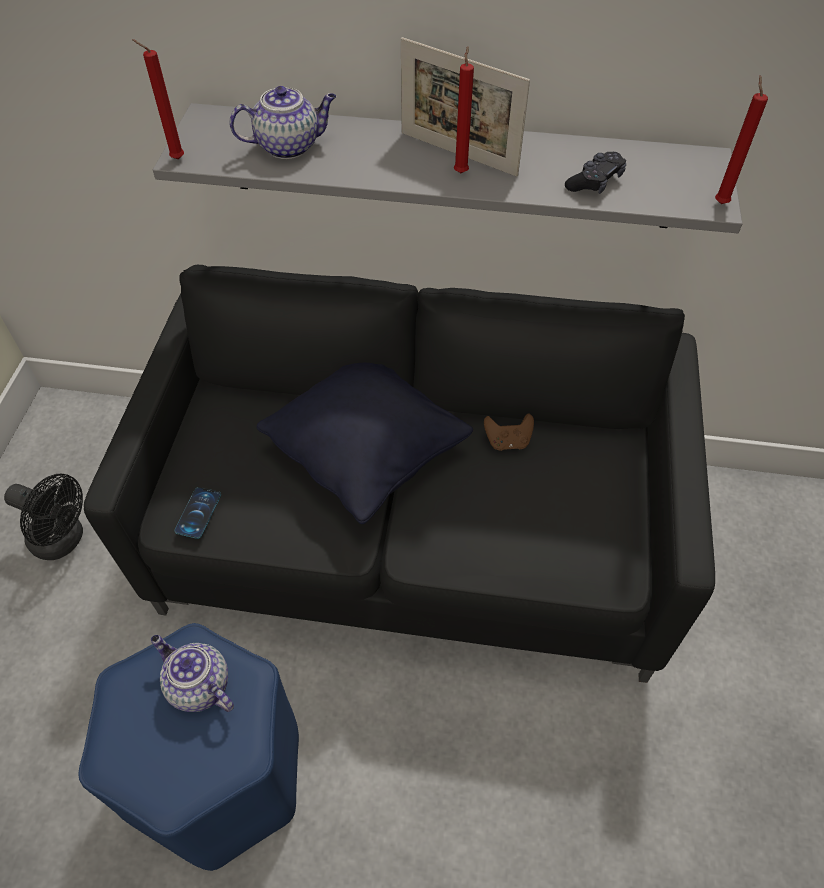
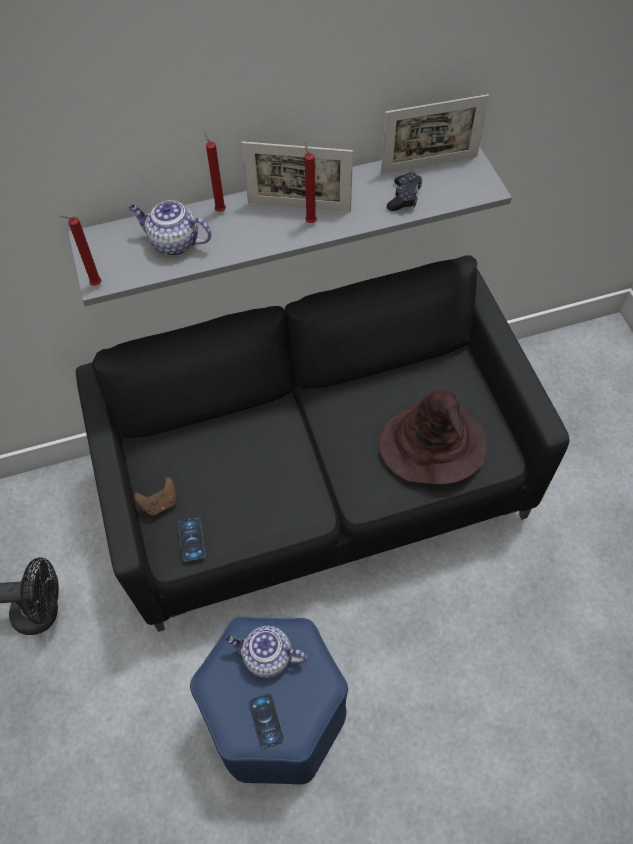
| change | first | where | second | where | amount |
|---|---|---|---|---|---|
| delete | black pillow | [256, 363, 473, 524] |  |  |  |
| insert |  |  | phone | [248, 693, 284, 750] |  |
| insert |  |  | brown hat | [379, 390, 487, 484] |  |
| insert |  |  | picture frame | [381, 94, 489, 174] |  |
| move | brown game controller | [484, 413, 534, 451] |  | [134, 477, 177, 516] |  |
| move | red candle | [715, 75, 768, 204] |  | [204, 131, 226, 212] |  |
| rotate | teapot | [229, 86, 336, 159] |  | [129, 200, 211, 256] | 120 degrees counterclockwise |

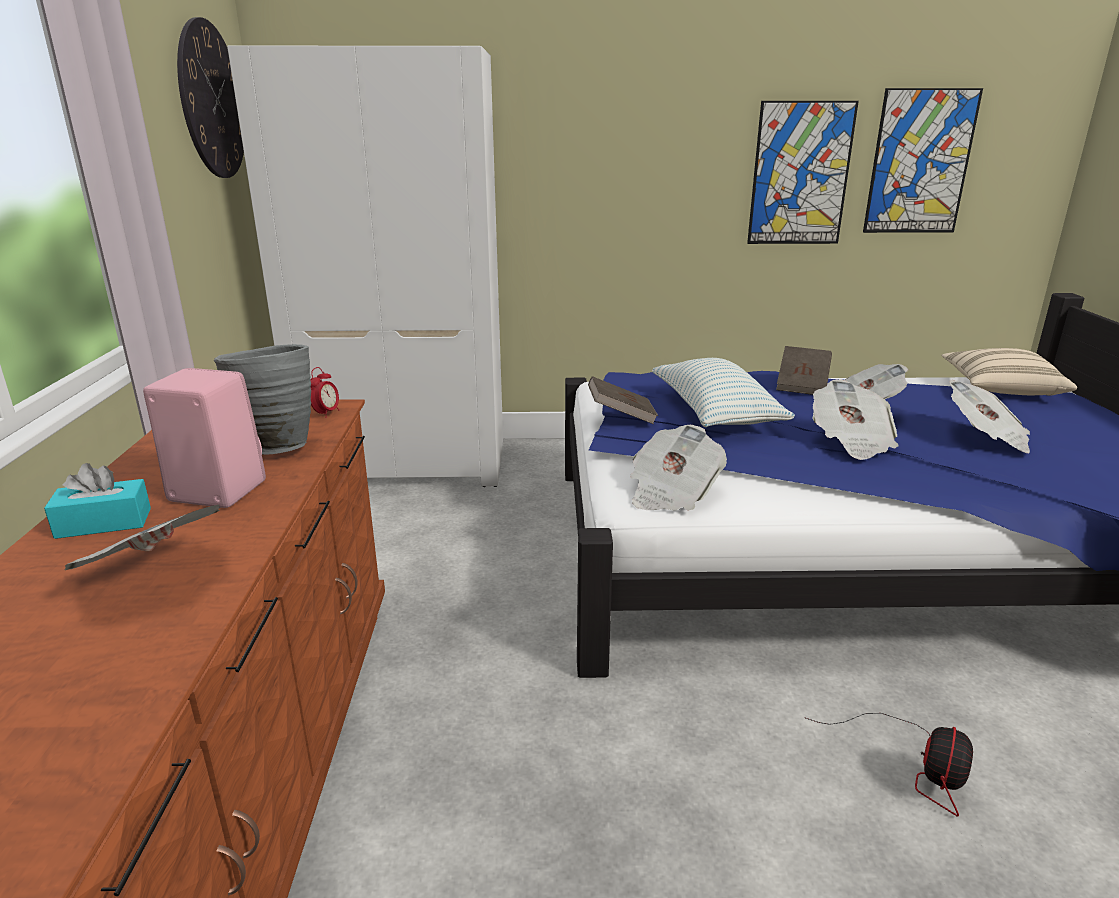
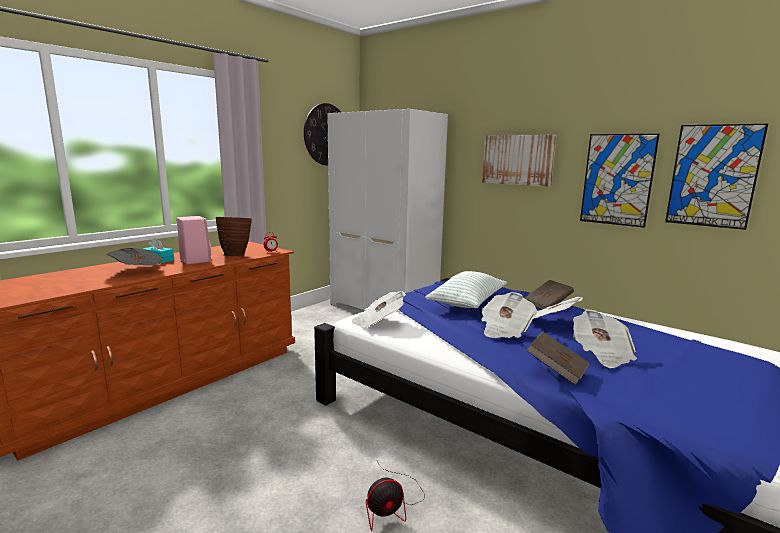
| change | first | where | second | where | amount |
|---|---|---|---|---|---|
| delete | beige pillow | [942, 348, 1077, 396] |  |  |  |
| insert |  |  | picture | [482, 135, 556, 187] |  |
| move | brown book | [588, 376, 658, 424] |  | [526, 332, 590, 385] |  |
| recolor | grey vase | [214, 344, 311, 455] | brown vase | [216, 217, 252, 256] |  |

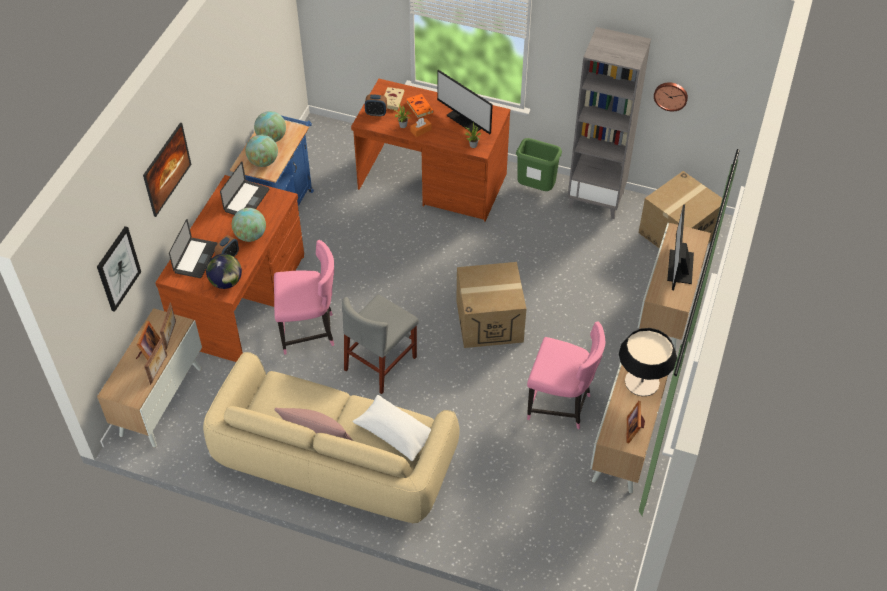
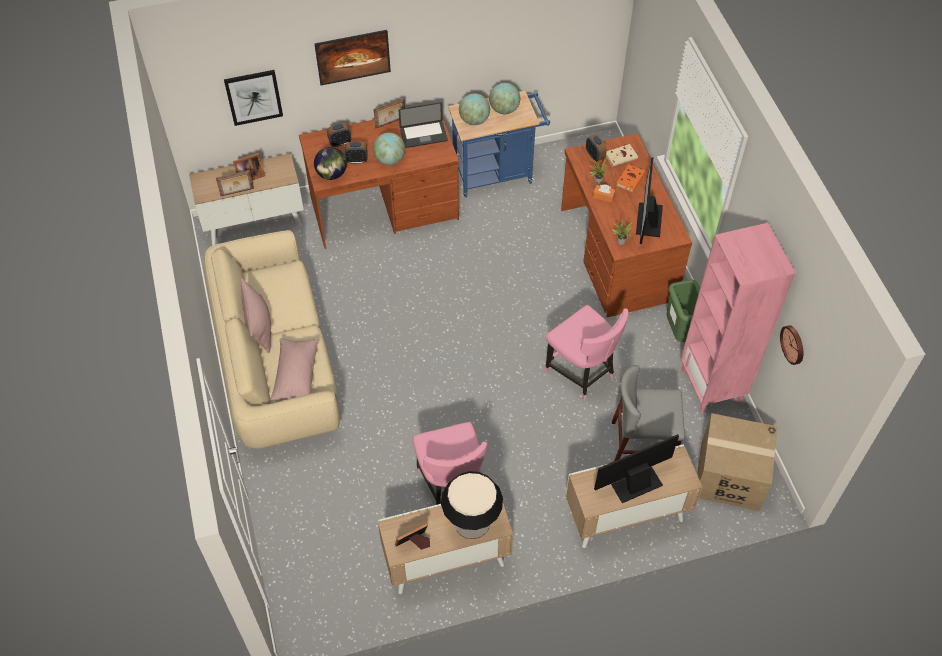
| change | first | where | second | where | amount |
|---|---|---|---|---|---|
| delete | cardboard box | [456, 262, 526, 348] |  |  |  |
| move | picture frame | [160, 303, 176, 350] |  | [373, 98, 405, 129] |  |
| move | pink chair | [274, 240, 334, 355] |  | [545, 305, 629, 401] |  |
| move | grey chair | [342, 295, 419, 394] |  | [612, 365, 685, 461] |  |
| replace | laptop | [169, 219, 218, 278] | alarm clock | [327, 123, 351, 147] |  |
| recolor | white pillow | [352, 395, 431, 461] | pink pillow | [270, 338, 318, 401] |  |
| recolor | grey bookcase | [567, 27, 651, 219] | pink bookcase | [681, 223, 796, 413] |  |

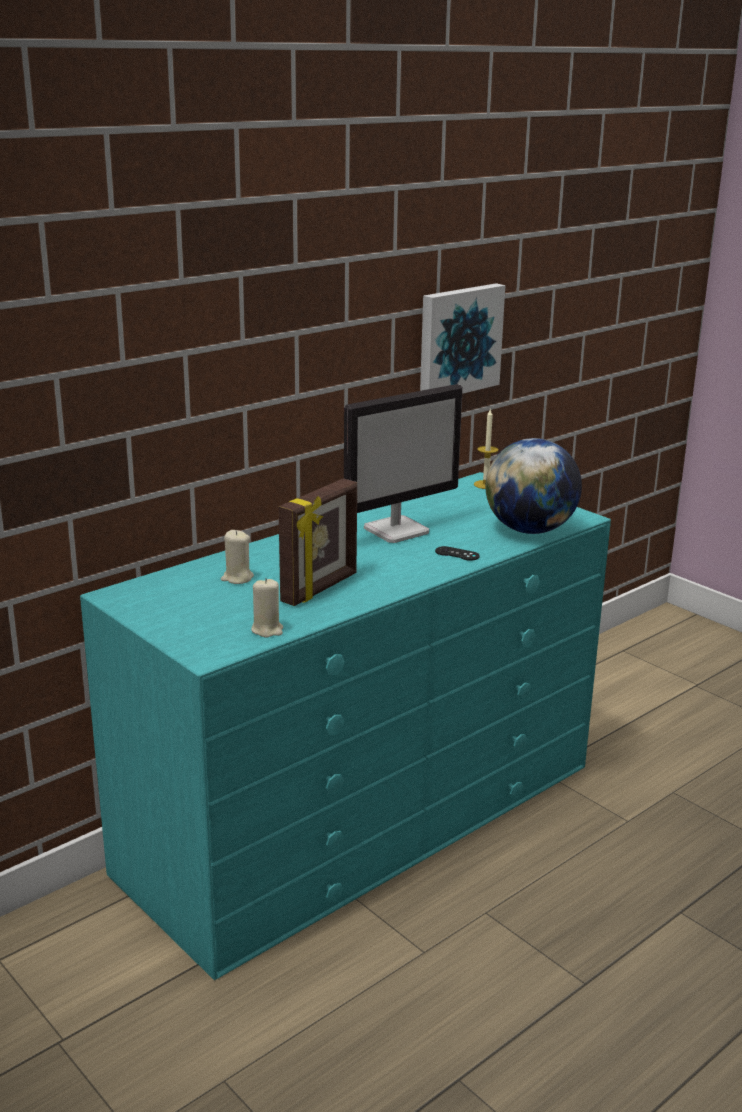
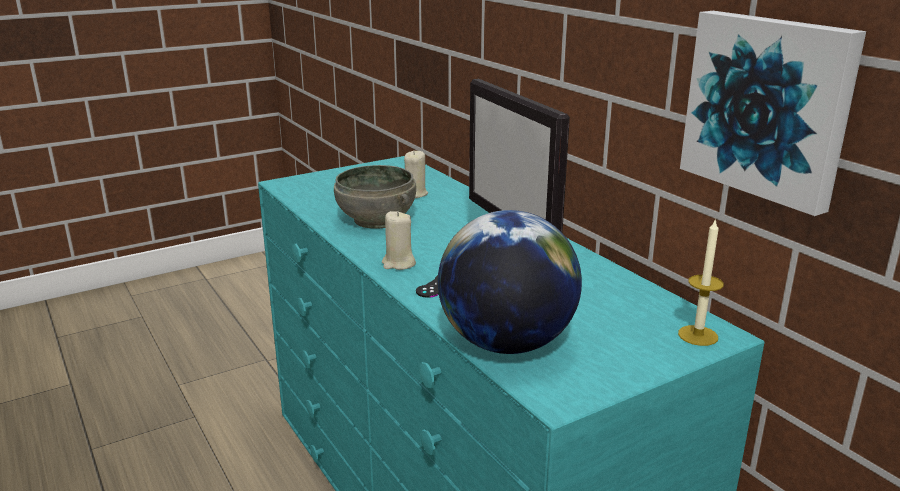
| change | first | where | second | where | amount |
|---|---|---|---|---|---|
| move | beige candle | [251, 578, 283, 638] |  | [382, 211, 416, 270] |  |
| replace | picture frame | [278, 478, 357, 606] | grey bowl | [334, 165, 416, 229] |  |

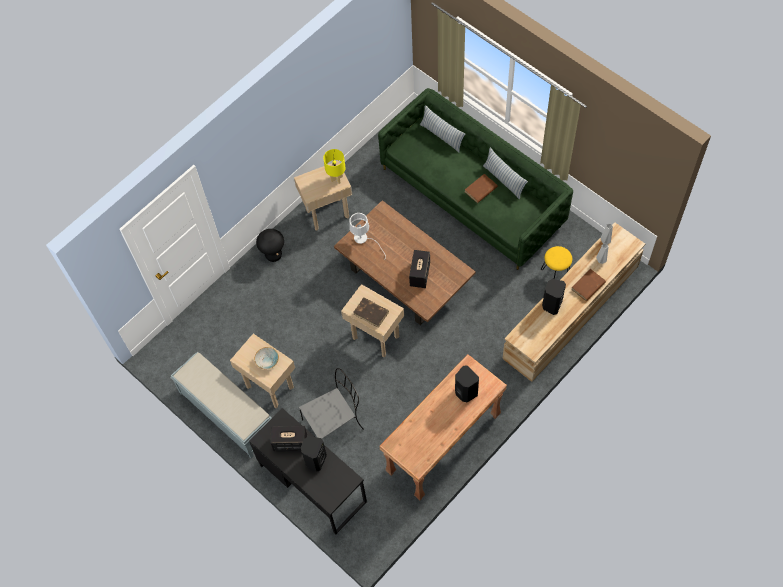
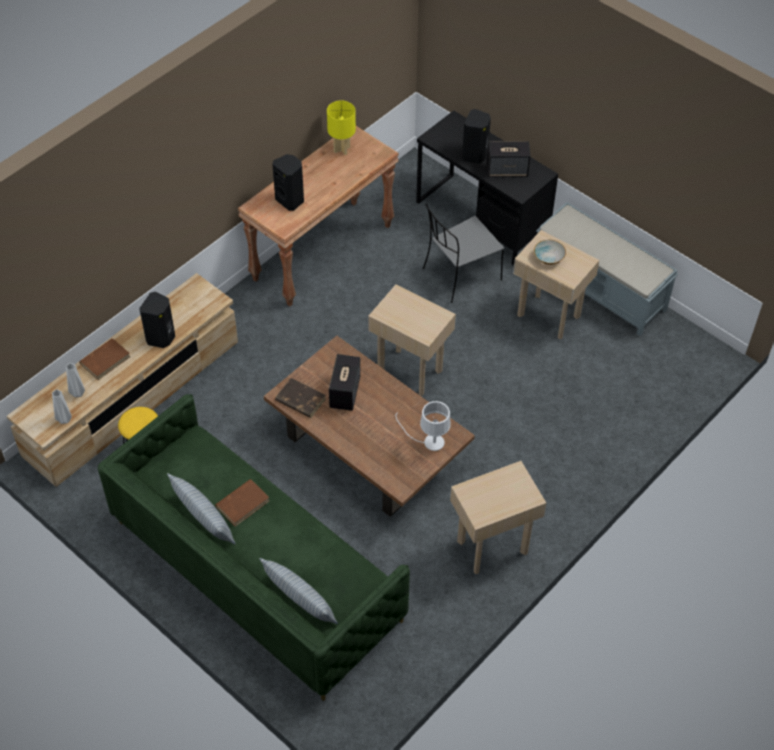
| change | first | where | second | where | amount |
|---|---|---|---|---|---|
| delete | black stool | [256, 229, 284, 262] |  |  |  |
| move | yellow table lamp | [323, 149, 346, 184] |  | [327, 101, 356, 155] |  |
| move | brown book | [353, 297, 389, 328] |  | [275, 378, 326, 418] |  |

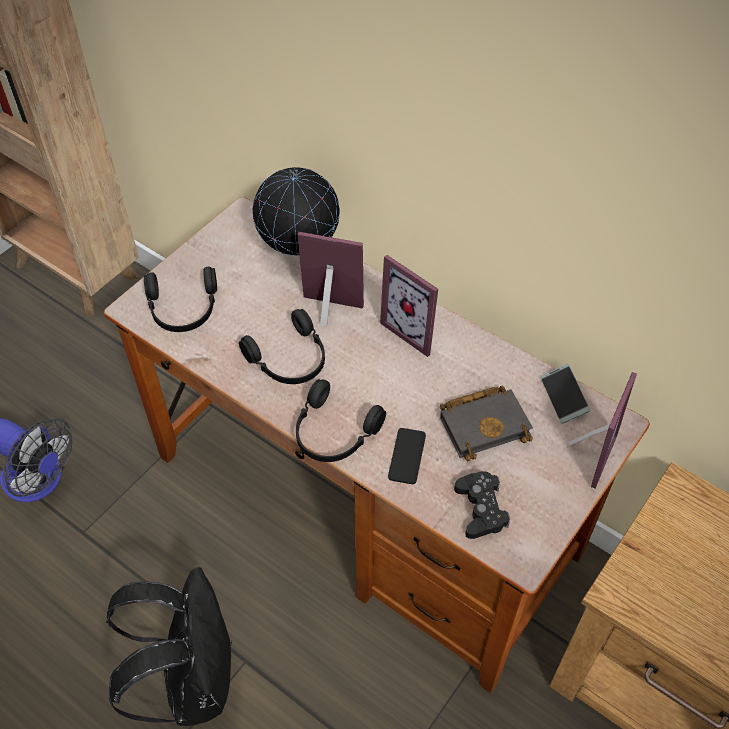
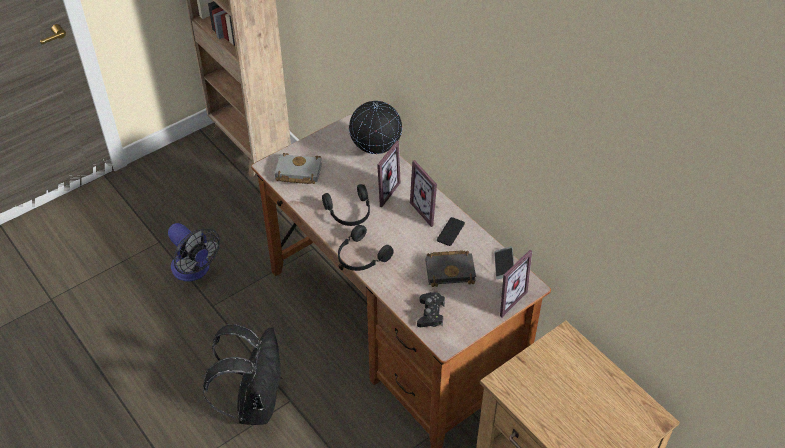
| change | first | where | second | where | amount |
|---|---|---|---|---|---|
| move | phone | [388, 428, 426, 484] |  | [437, 217, 465, 246] |  |
| replace | black headphones | [144, 267, 217, 332] | grey book | [275, 153, 322, 184] |  |
| rotate | picture frame | [298, 232, 364, 327] |  | [372, 141, 400, 207] | 90 degrees clockwise |

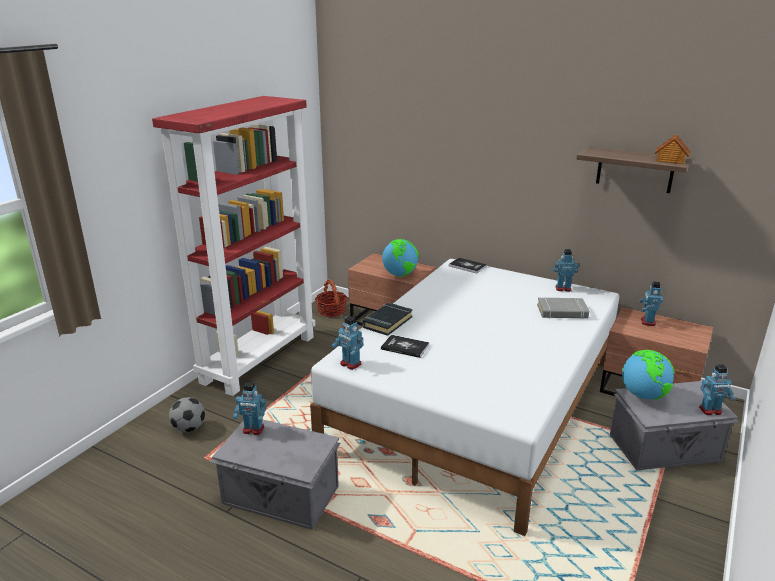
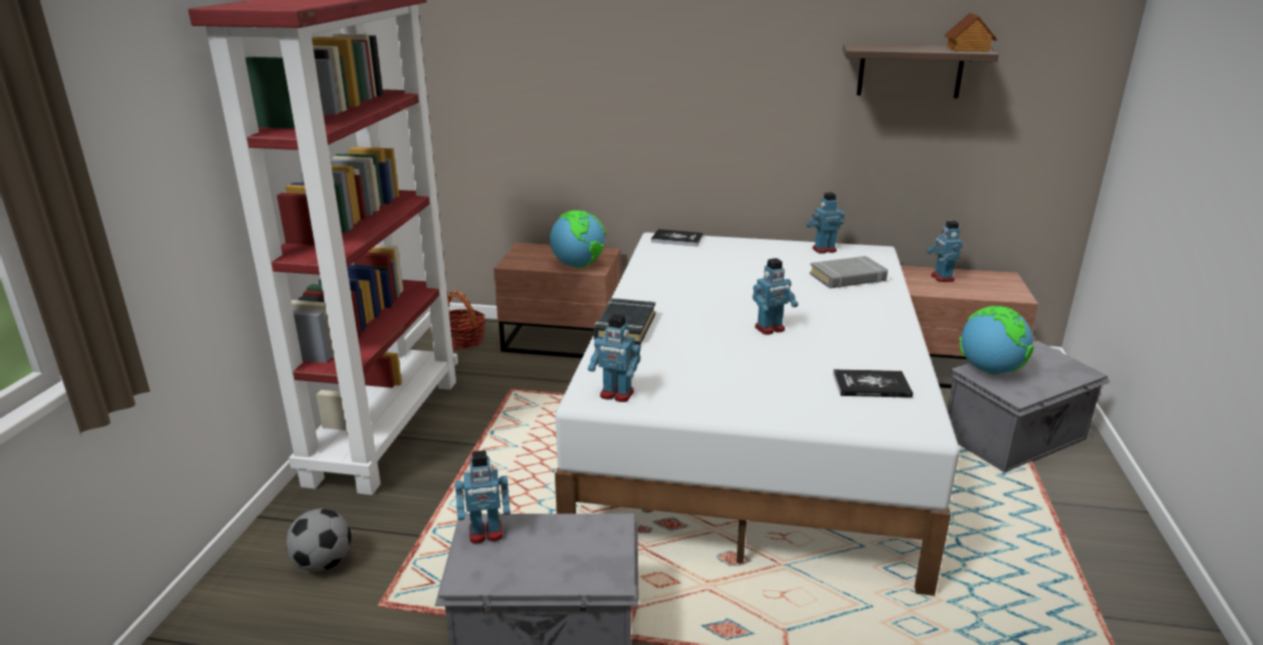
| change | first | where | second | where | amount |
|---|---|---|---|---|---|
| move | book | [381, 335, 429, 358] |  | [833, 369, 913, 398] |  |
| move | toy robot | [699, 365, 735, 415] |  | [753, 258, 798, 335] |  |

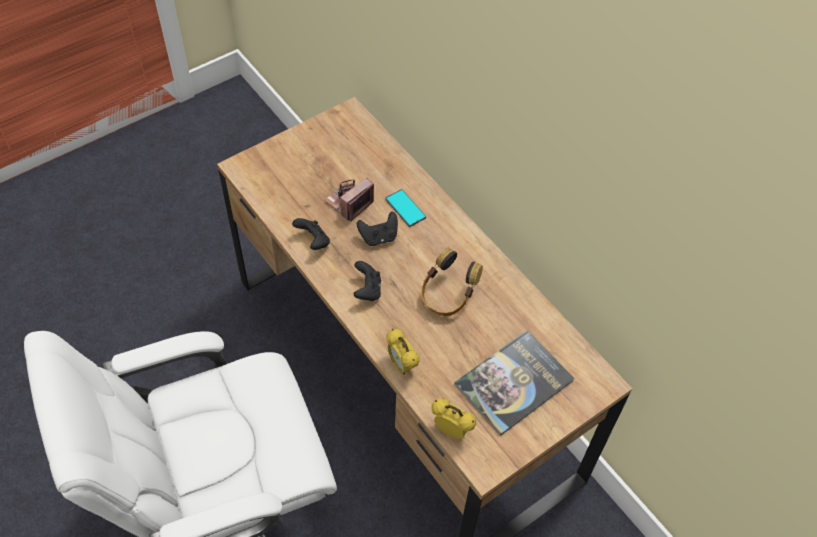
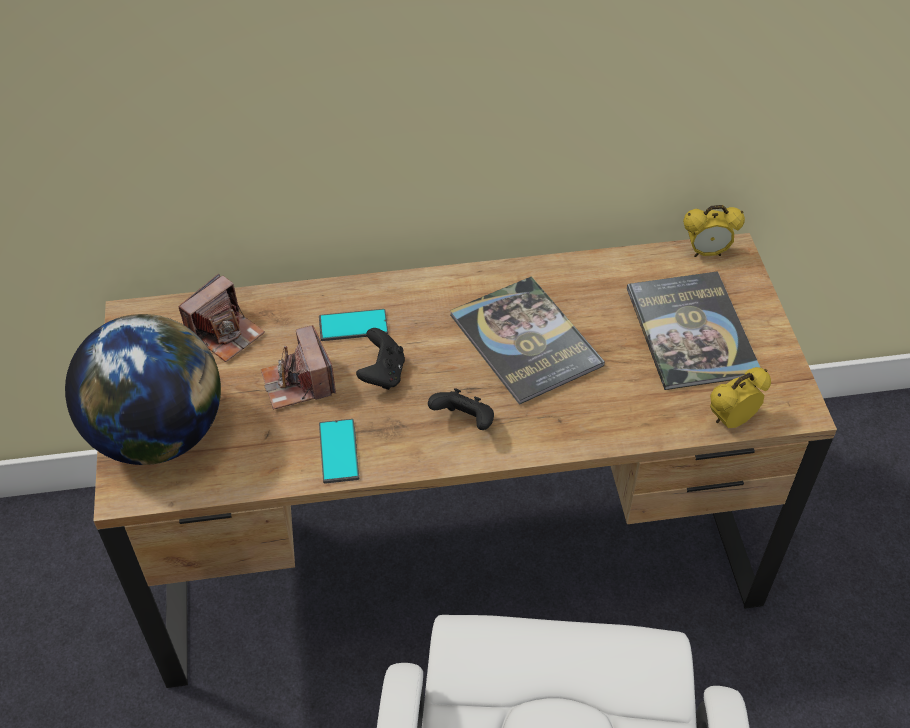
| change | first | where | second | where | amount |
|---|---|---|---|---|---|
| insert |  |  | globe | [65, 314, 221, 465] |  |
| insert |  |  | photo camera | [178, 274, 265, 362] |  |
| move | alarm clock | [386, 329, 420, 375] |  | [683, 205, 745, 257] |  |
| replace | black game controller | [292, 218, 330, 250] | phone | [319, 419, 359, 484] |  |
| replace | headphones | [421, 248, 483, 316] | book | [450, 276, 605, 405] |  |

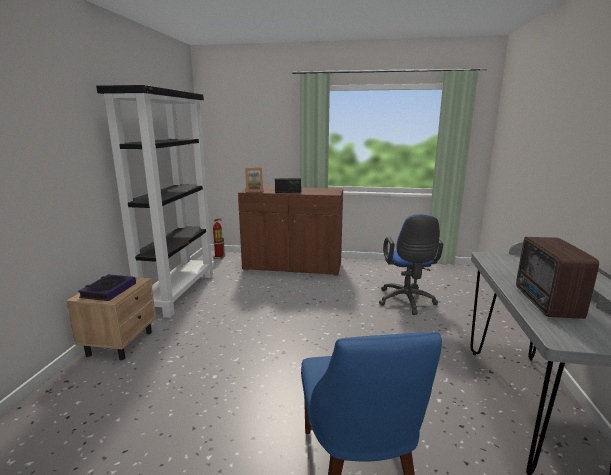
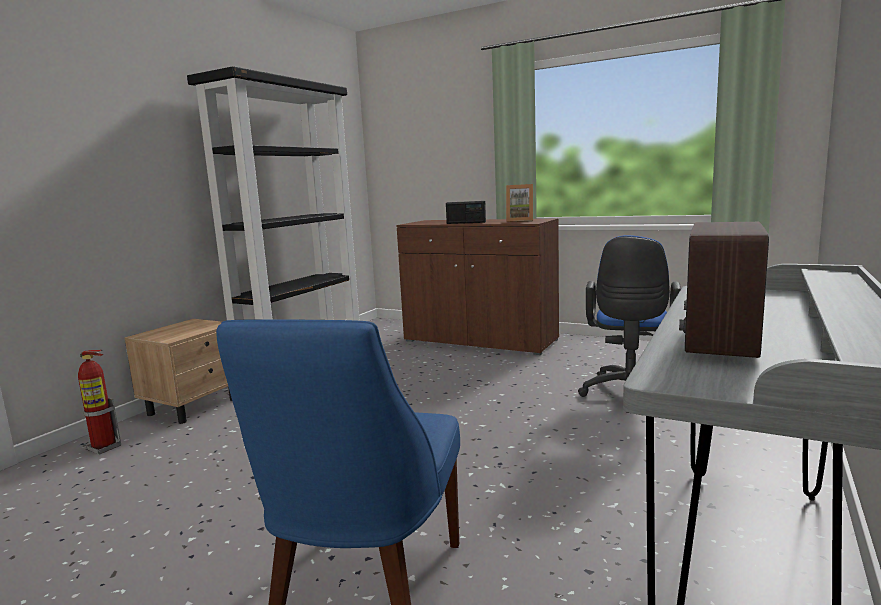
| change | first | where | second | where | amount |
|---|---|---|---|---|---|
| delete | book | [78, 274, 136, 301] |  |  |  |
| move | fire extinguisher | [213, 218, 225, 259] |  | [78, 350, 121, 454] |  |
| move | picture frame | [245, 168, 263, 192] |  | [506, 184, 533, 222] |  |

